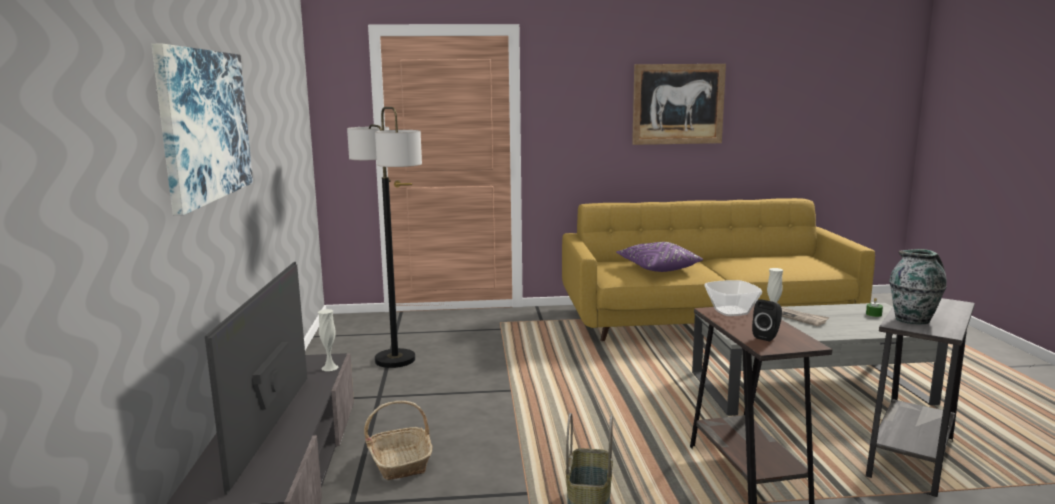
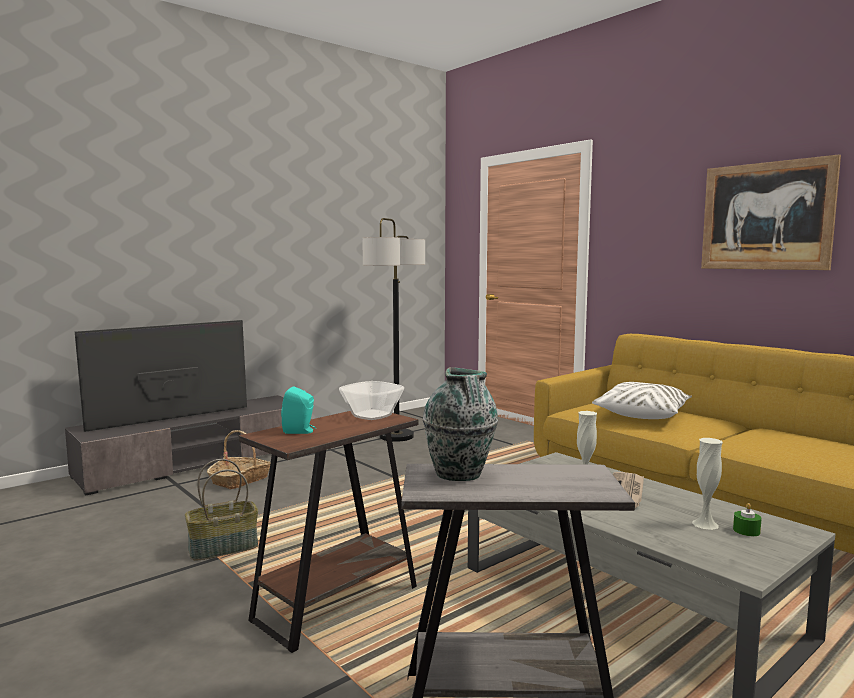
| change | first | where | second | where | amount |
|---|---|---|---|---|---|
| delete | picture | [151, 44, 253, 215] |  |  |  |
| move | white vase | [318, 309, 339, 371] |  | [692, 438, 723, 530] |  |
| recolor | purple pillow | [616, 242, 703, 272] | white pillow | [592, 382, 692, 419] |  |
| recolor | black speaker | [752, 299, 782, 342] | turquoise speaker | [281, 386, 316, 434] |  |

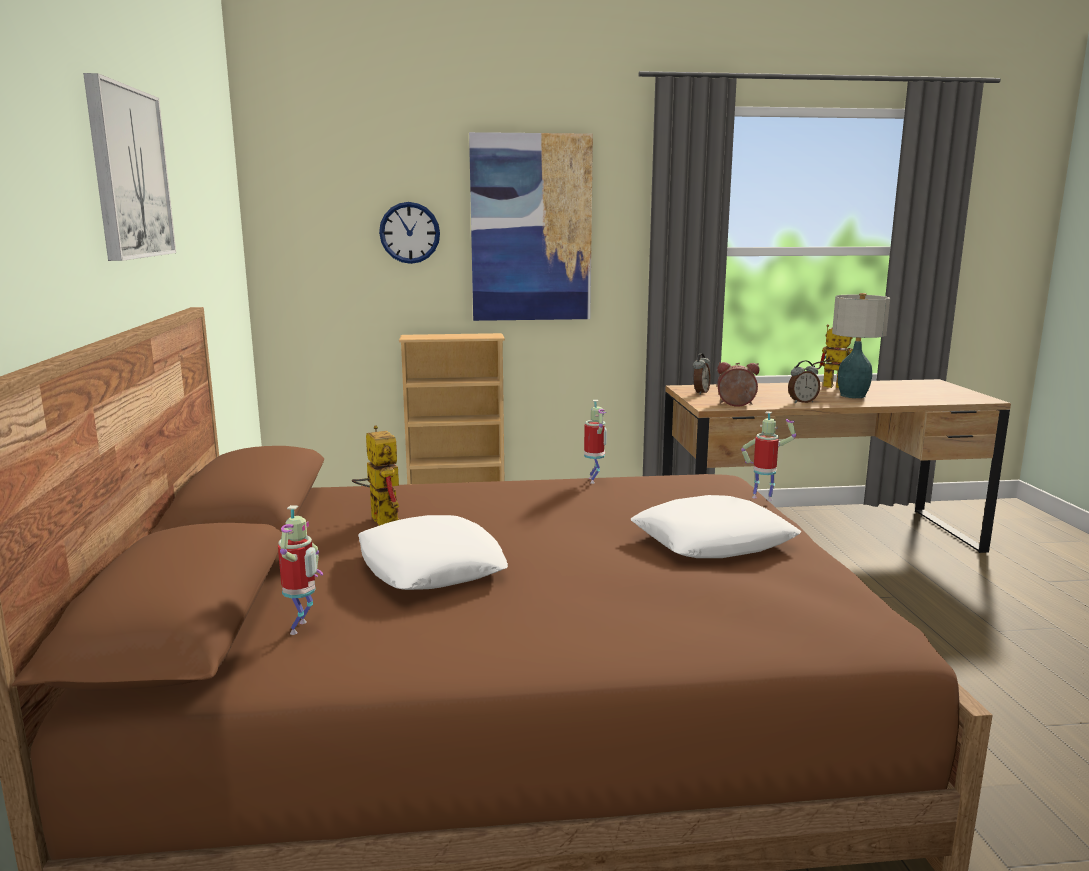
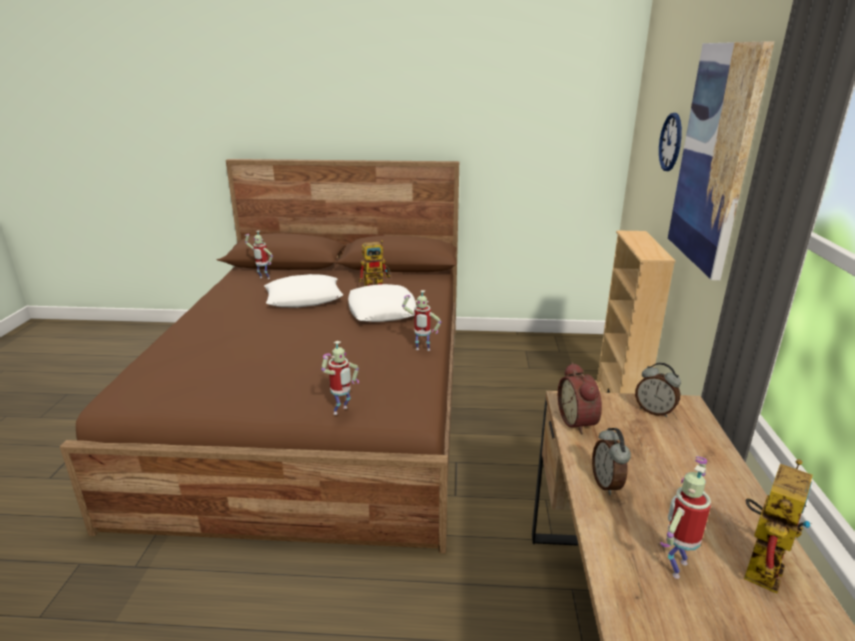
| change | first | where | second | where | amount |
|---|---|---|---|---|---|
| delete | picture | [83, 73, 176, 261] |  |  |  |
| move | white pillow | [631, 495, 801, 558] |  | [348, 284, 416, 322] |  |
| replace | table lamp | [832, 293, 890, 398] | toy robot | [660, 457, 711, 579] |  |
| rotate | alarm clock | [717, 362, 759, 407] |  | [558, 362, 602, 434] | 150 degrees clockwise |

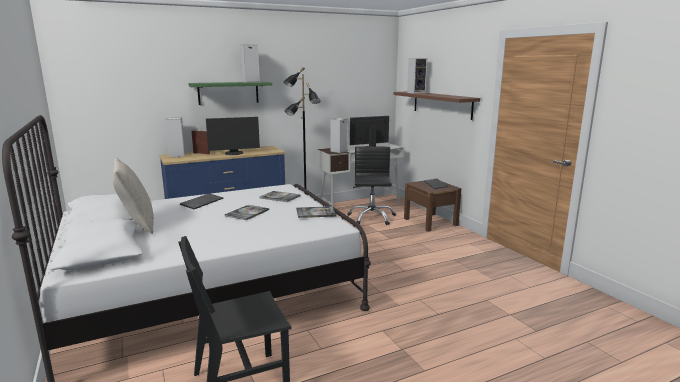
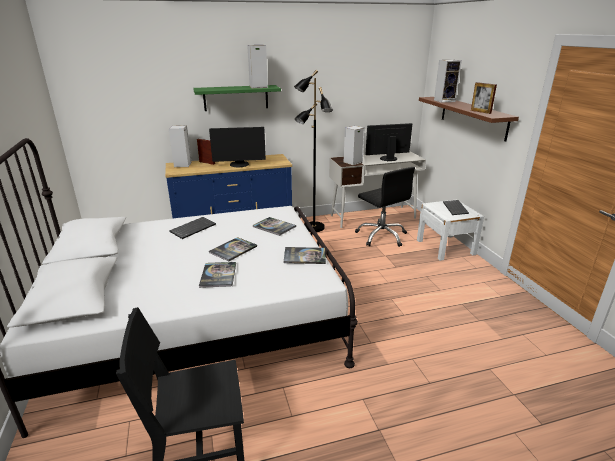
| change | first | where | second | where | amount |
|---|---|---|---|---|---|
| delete | beige pillow | [113, 158, 154, 234] |  |  |  |
| insert |  |  | book | [199, 262, 236, 288] |  |
| insert |  |  | picture frame | [471, 82, 497, 114] |  |
| recolor | brown nightstand | [404, 181, 461, 232] | white nightstand | [417, 199, 484, 261] |  |
| rotate | black office chair | [347, 146, 396, 225] |  | [355, 167, 415, 247] | 135 degrees clockwise |

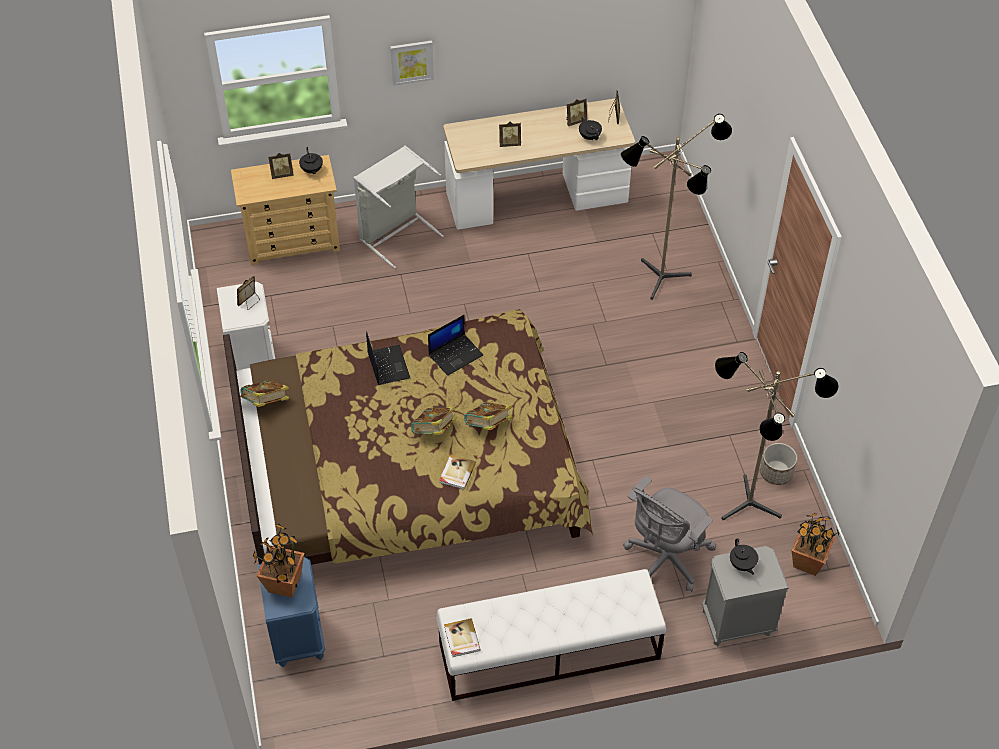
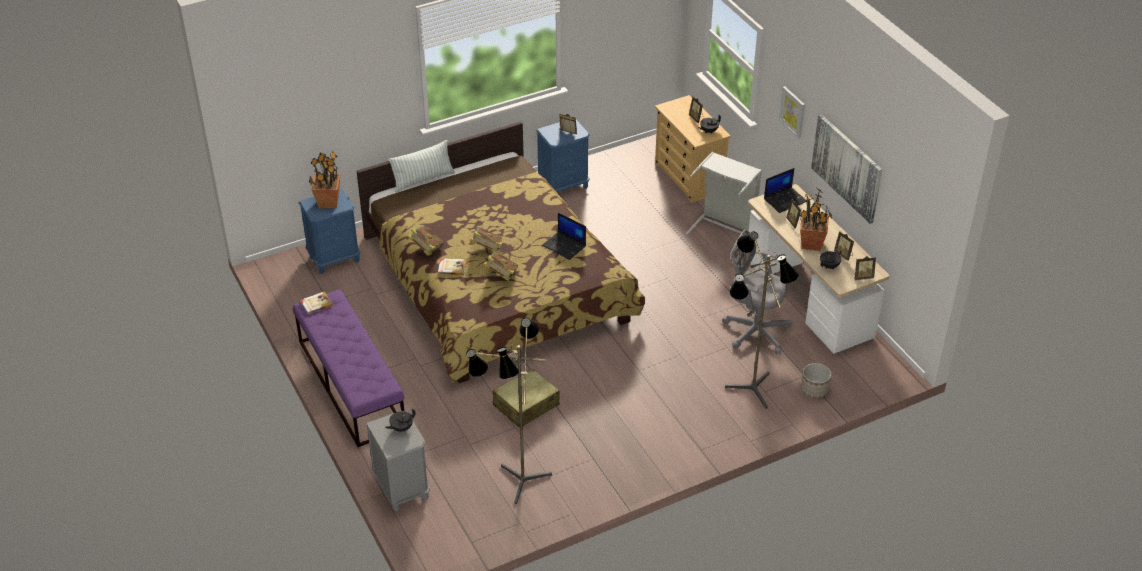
| change | first | where | second | where | amount |
|---|---|---|---|---|---|
| insert |  |  | pillow | [389, 140, 455, 192] |  |
| insert |  |  | beige suitcase | [493, 368, 560, 428] |  |
| insert |  |  | picture | [811, 114, 882, 224] |  |
| move | book | [240, 380, 289, 407] |  | [407, 225, 444, 256] |  |
| move | laptop | [366, 331, 410, 385] |  | [764, 168, 807, 213] |  |
| move | grey office chair | [623, 476, 716, 592] |  | [722, 230, 792, 355] |  |
| move | planter | [760, 443, 797, 485] |  | [801, 363, 831, 398] |  |
| move | potted plant | [792, 513, 839, 576] |  | [800, 188, 832, 251] |  |
| recolor | white nightstand | [217, 282, 275, 371] | blue nightstand | [536, 119, 590, 192] |  |
| recolor | white bench | [436, 569, 666, 701] | purple bench | [293, 290, 404, 447] |  |

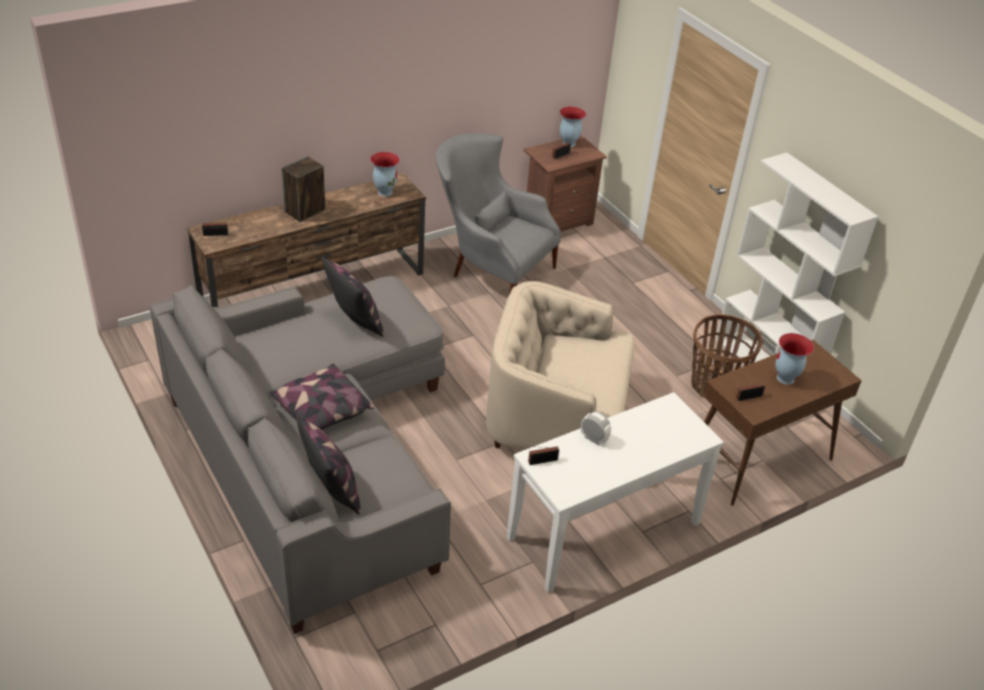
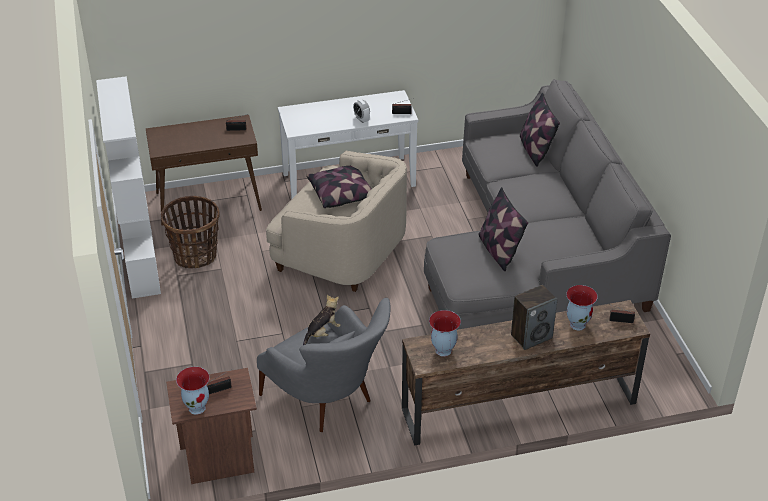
| change | first | where | second | where | amount |
|---|---|---|---|---|---|
| insert |  |  | plush toy | [303, 295, 341, 345] |  |
| move | pillow | [268, 364, 375, 430] |  | [306, 166, 372, 208] |  |
| move | vase | [775, 333, 814, 385] |  | [566, 285, 598, 331] |  |

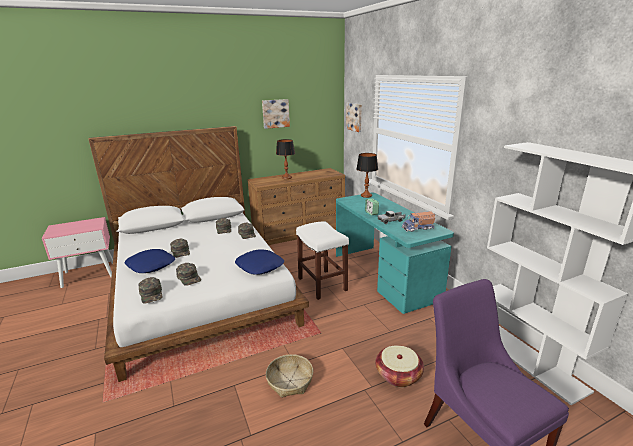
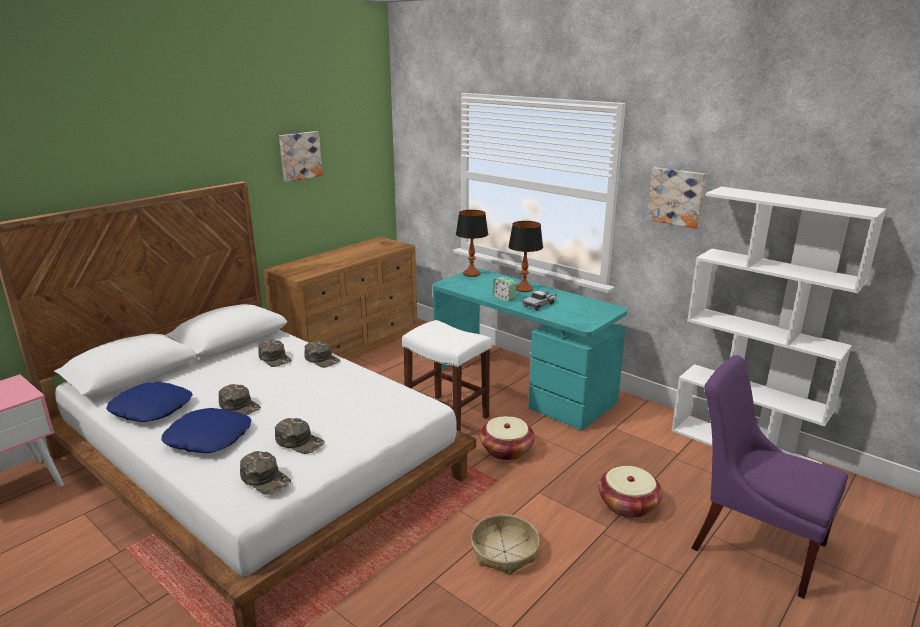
| change | first | where | second | where | amount |
|---|---|---|---|---|---|
| delete | toy truck | [402, 211, 435, 232] |  |  |  |
| insert |  |  | basket | [480, 416, 535, 460] |  |
| move | blue pillow | [235, 249, 284, 274] |  | [106, 382, 193, 422] |  |
| move | table lamp | [276, 139, 295, 179] |  | [508, 221, 543, 292] |  |
| move | picture | [346, 103, 362, 132] |  | [647, 167, 707, 229] |  |

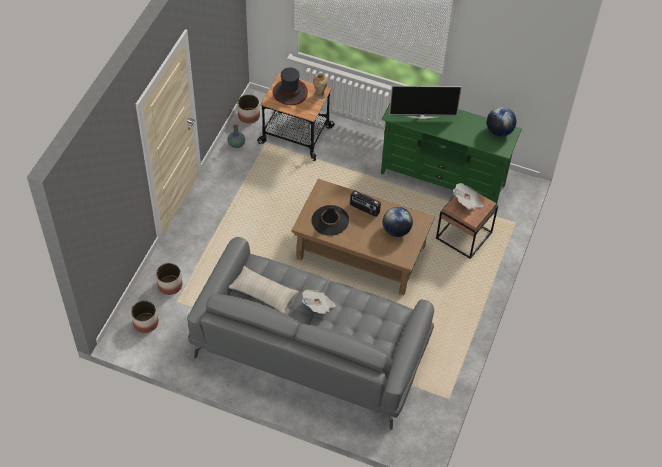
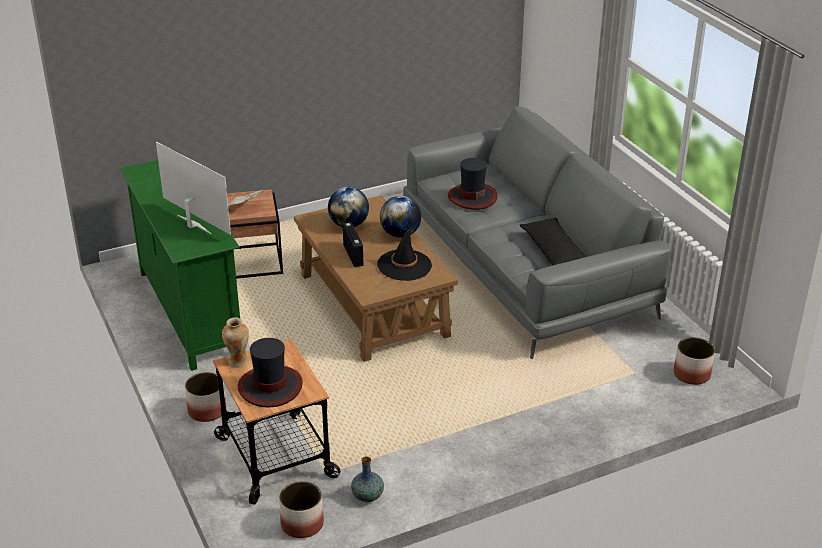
| change | first | where | second | where | amount |
|---|---|---|---|---|---|
| delete | newspaper | [302, 289, 336, 314] |  |  |  |
| insert |  |  | hat | [448, 158, 498, 210] |  |
| move | planter | [156, 263, 182, 295] |  | [185, 372, 226, 422] |  |
| move | globe | [487, 107, 516, 137] |  | [380, 196, 421, 238] |  |
| recolor | beige pillow | [229, 266, 299, 313] | black pillow | [520, 218, 587, 266] |  |

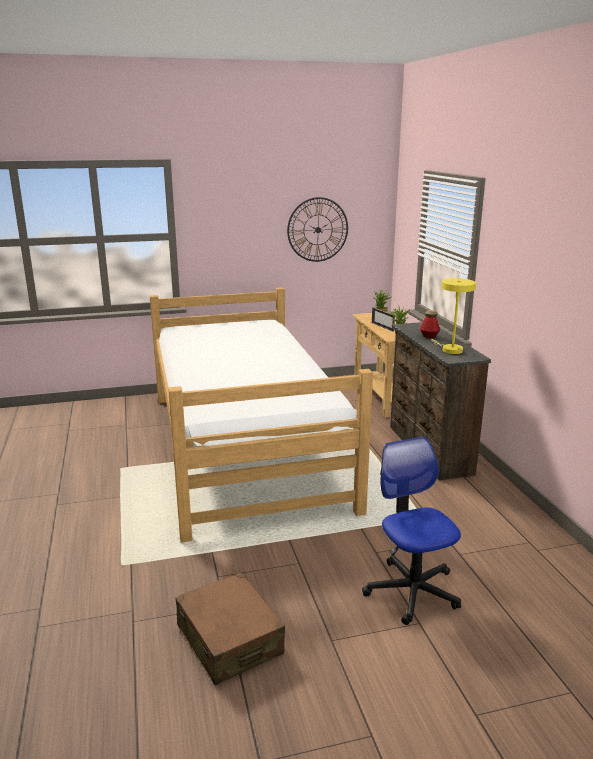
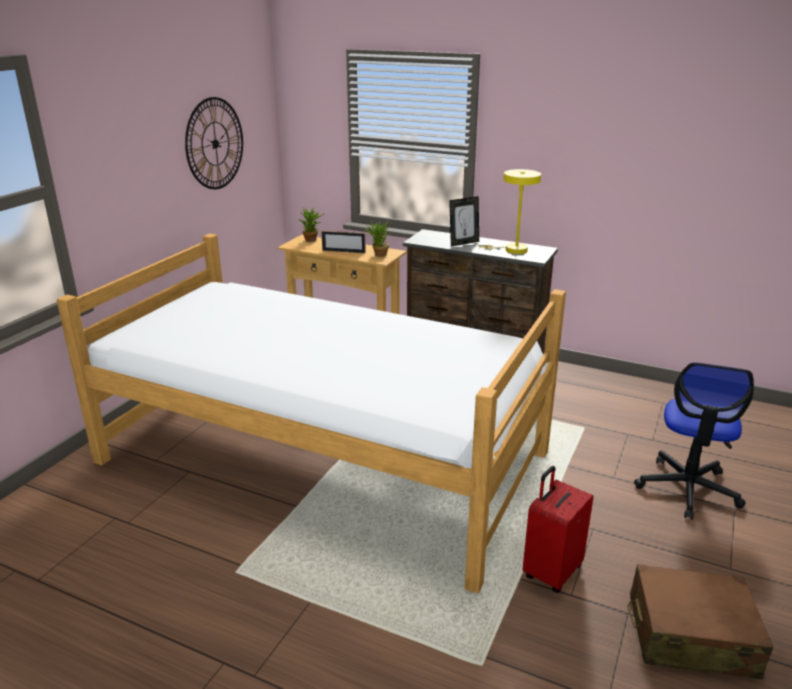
| change | first | where | second | where | amount |
|---|---|---|---|---|---|
| insert |  |  | red suitcase | [522, 466, 593, 593] |  |
| replace | bottle | [420, 310, 440, 338] | picture frame | [449, 196, 479, 247] |  |
| rotate | office chair | [362, 437, 461, 625] |  | [634, 362, 754, 519] | 90 degrees counterclockwise |

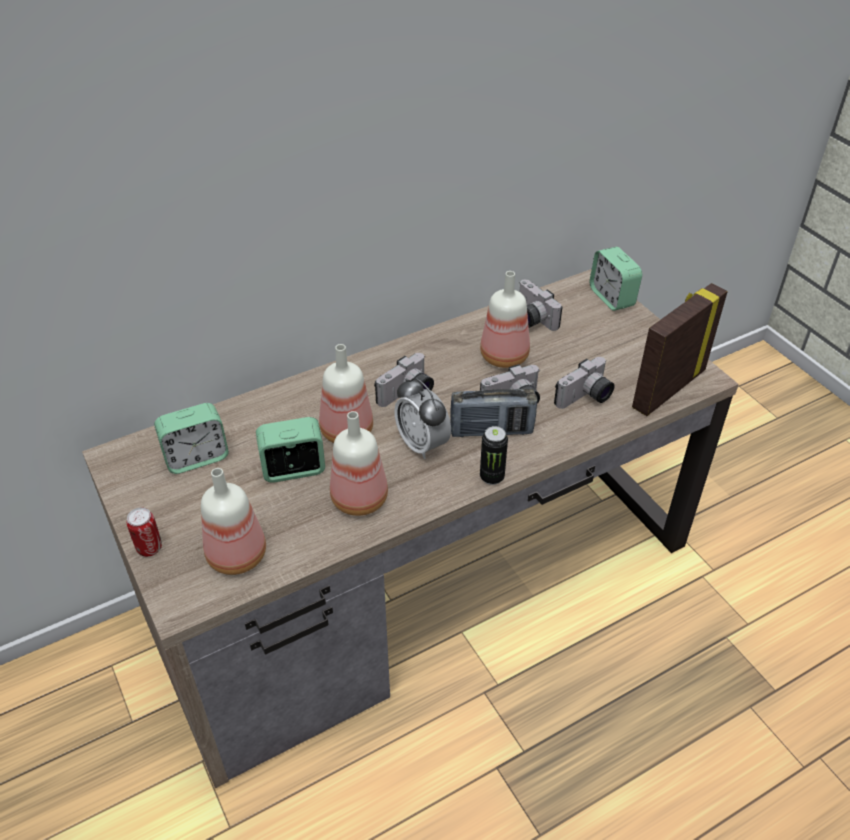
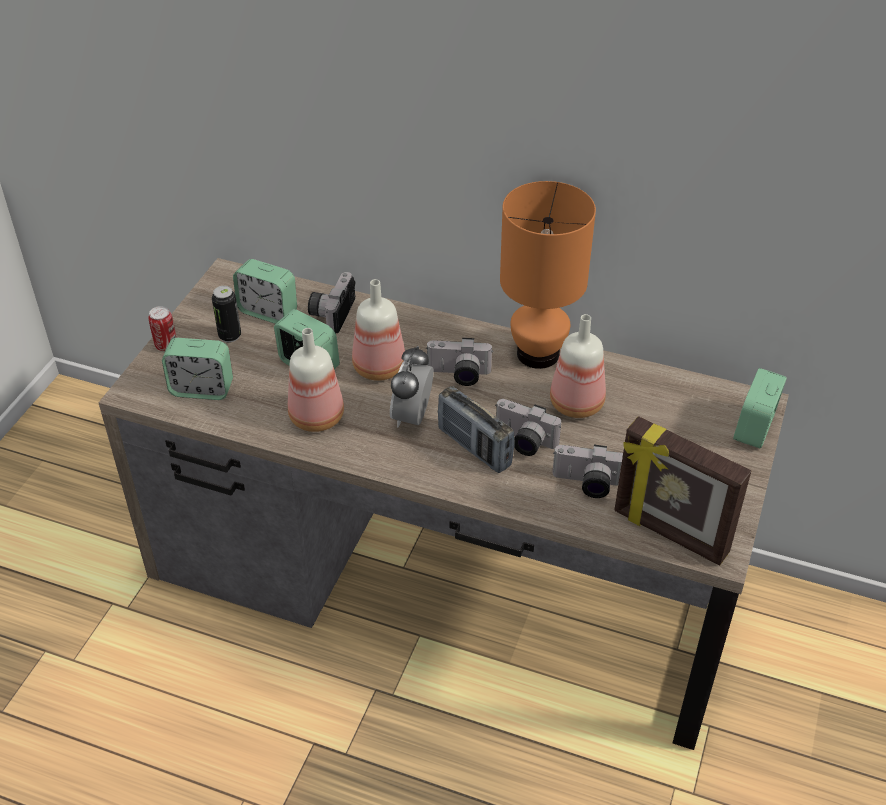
| change | first | where | second | where | amount |
|---|---|---|---|---|---|
| insert |  |  | orange table lamp | [500, 181, 596, 369] |  |
| move | can | [480, 426, 508, 485] |  | [212, 286, 241, 343] |  |
| move | photo camera | [519, 279, 562, 331] |  | [308, 272, 355, 333] |  |
| replace | bottle | [201, 468, 266, 575] | alarm clock | [162, 338, 233, 400] |  |
| rotate | picture frame | [632, 283, 728, 416] |  | [614, 416, 751, 566] | 150 degrees counterclockwise |

